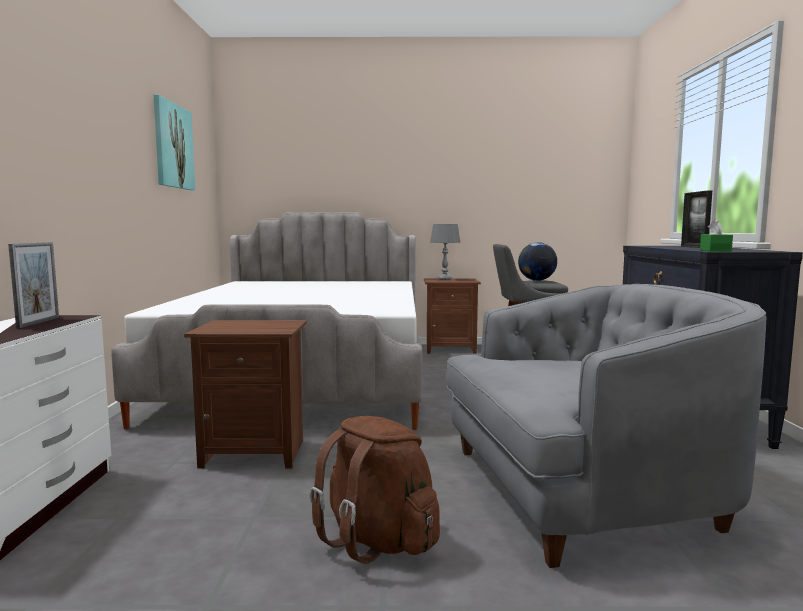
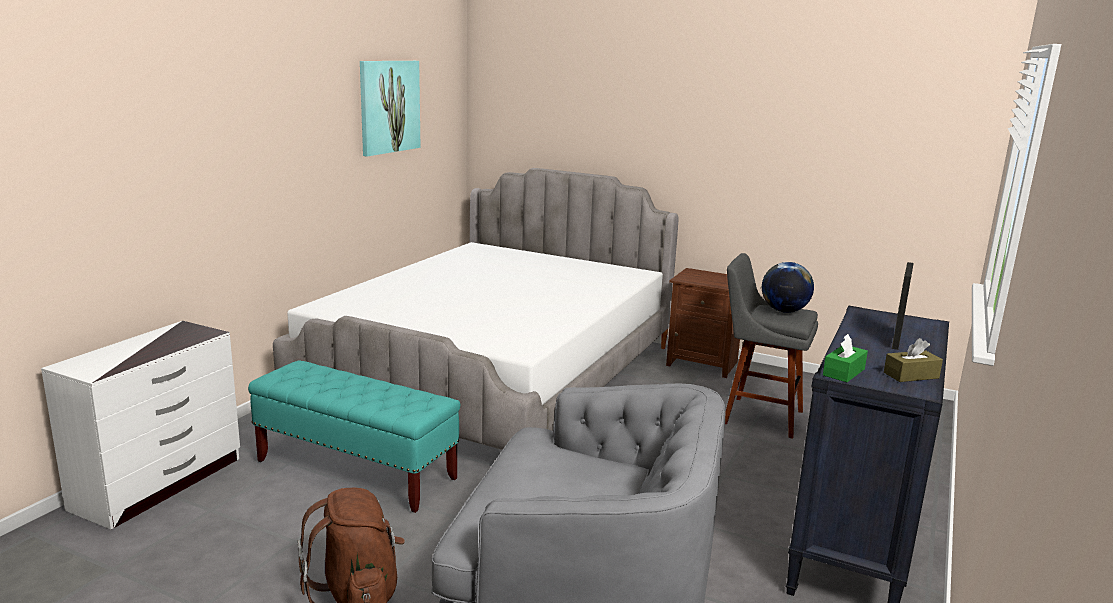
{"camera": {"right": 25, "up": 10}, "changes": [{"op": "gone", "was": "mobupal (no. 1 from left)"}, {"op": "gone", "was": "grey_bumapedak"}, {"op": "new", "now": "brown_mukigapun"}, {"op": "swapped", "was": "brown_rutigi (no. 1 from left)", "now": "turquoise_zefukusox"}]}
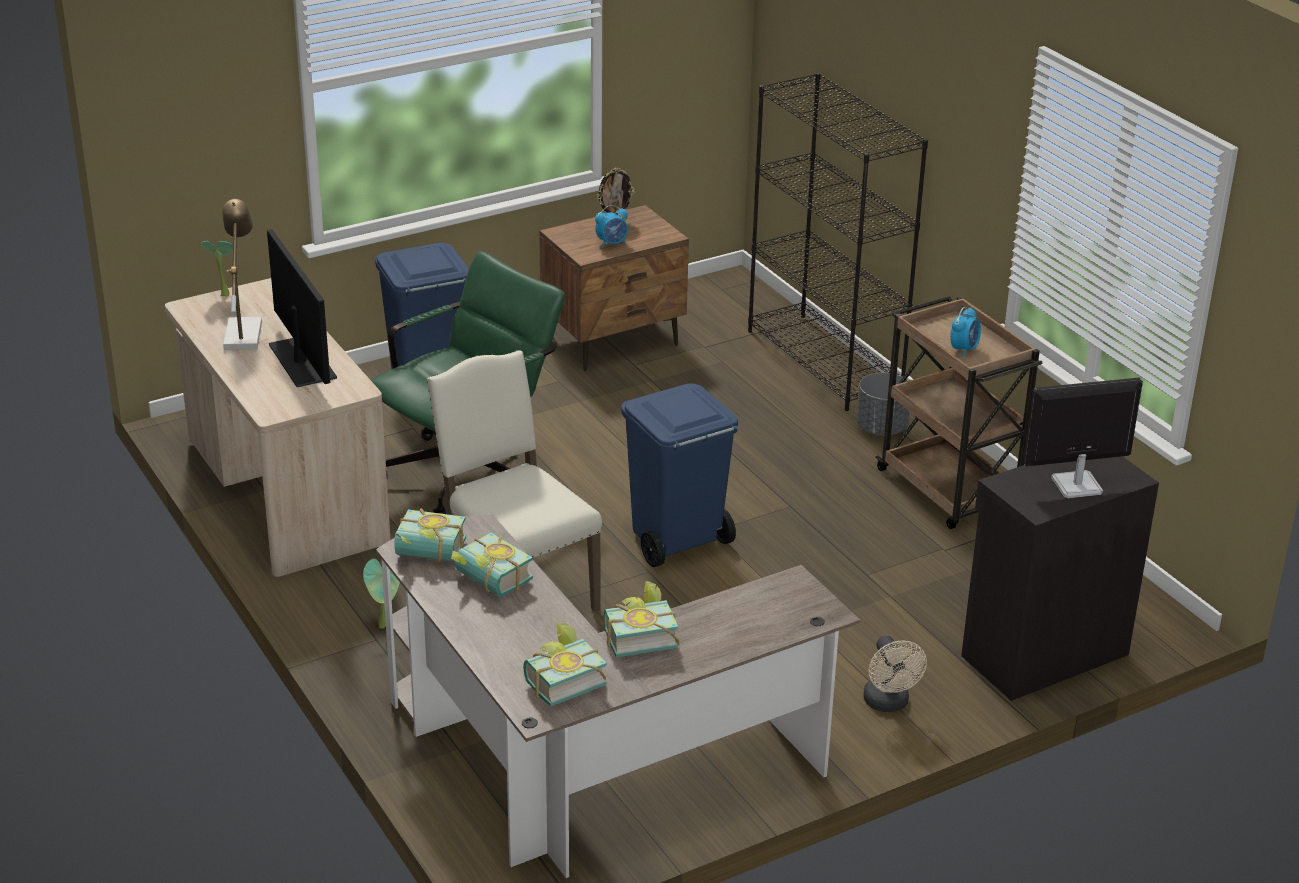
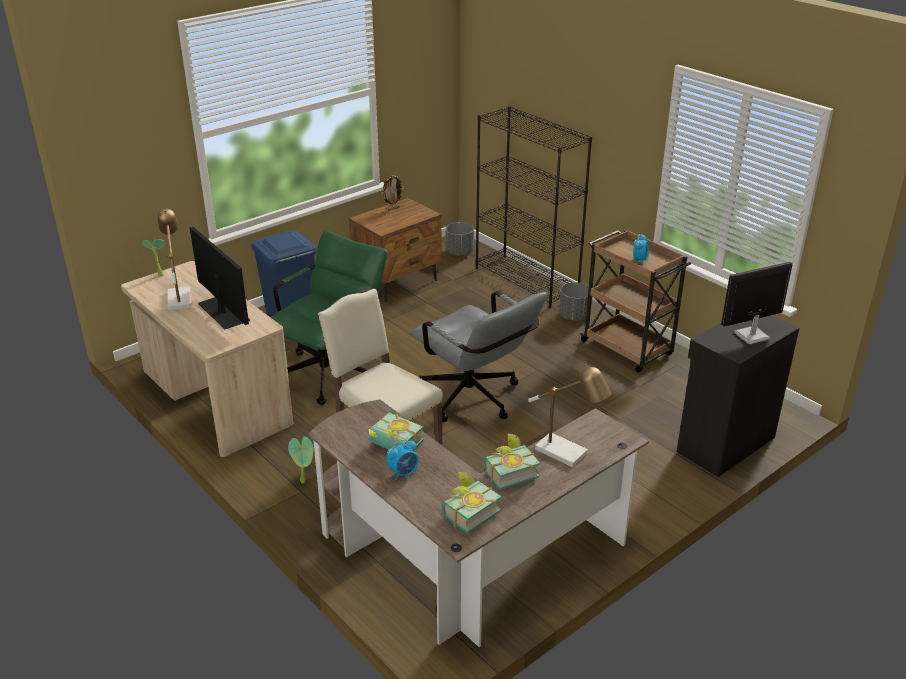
{"camera": {"right": -10, "up": 0}, "changes": [{"op": "gone", "was": "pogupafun (no. 1 from left)"}, {"op": "gone", "was": "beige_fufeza"}, {"op": "new", "now": "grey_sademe (no. 1 from left)"}, {"op": "new", "now": "bumapedak (no. 2 from left)"}, {"op": "shifted", "was": "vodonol (no. 1 from left)"}, {"op": "swapped", "was": "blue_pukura (no. 2 from left)", "now": "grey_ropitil"}]}
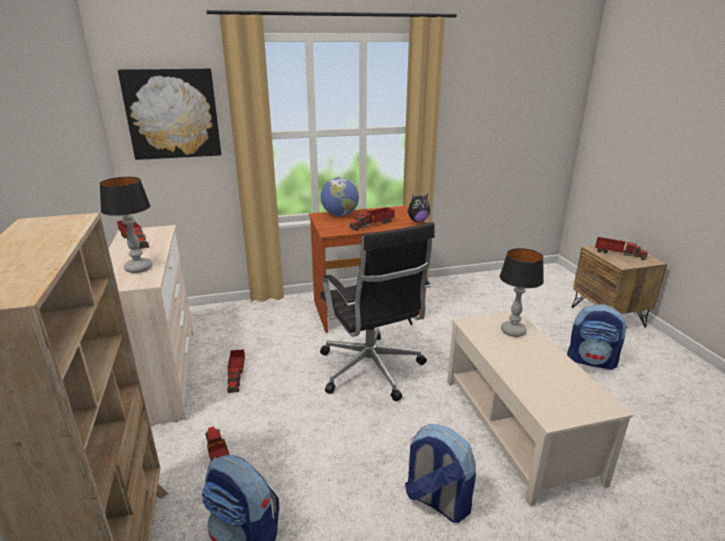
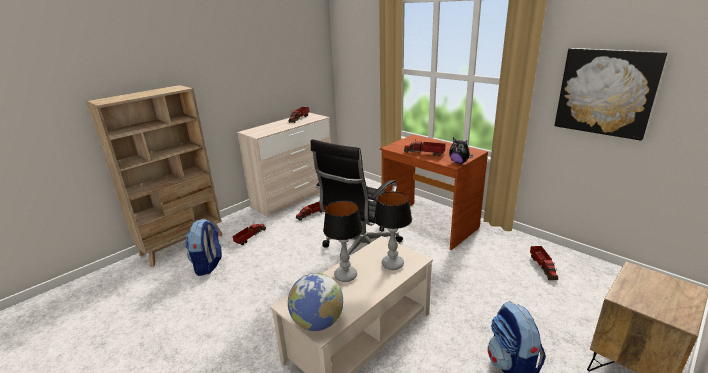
{"camera": {"right": 60, "up": 0}, "changes": [{"op": "gone", "was": "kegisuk (no. 2 from left)"}, {"op": "shifted", "was": "bumapedak (no. 1 from left)"}, {"op": "shifted", "was": "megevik"}, {"op": "shifted", "was": "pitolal"}, {"op": "shifted", "was": "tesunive (no. 5 from left)"}]}
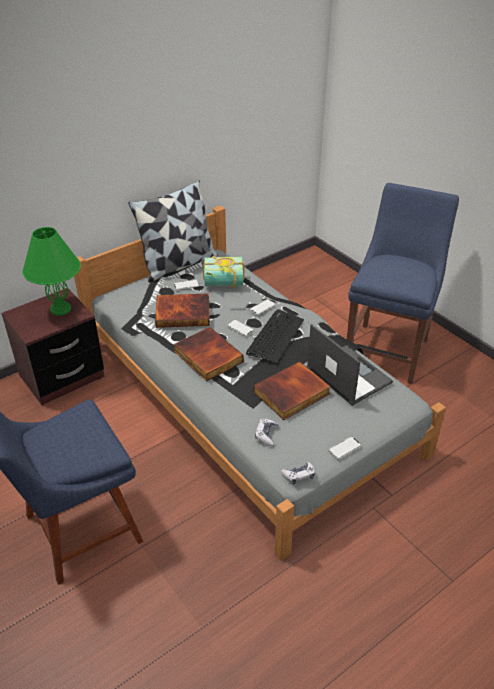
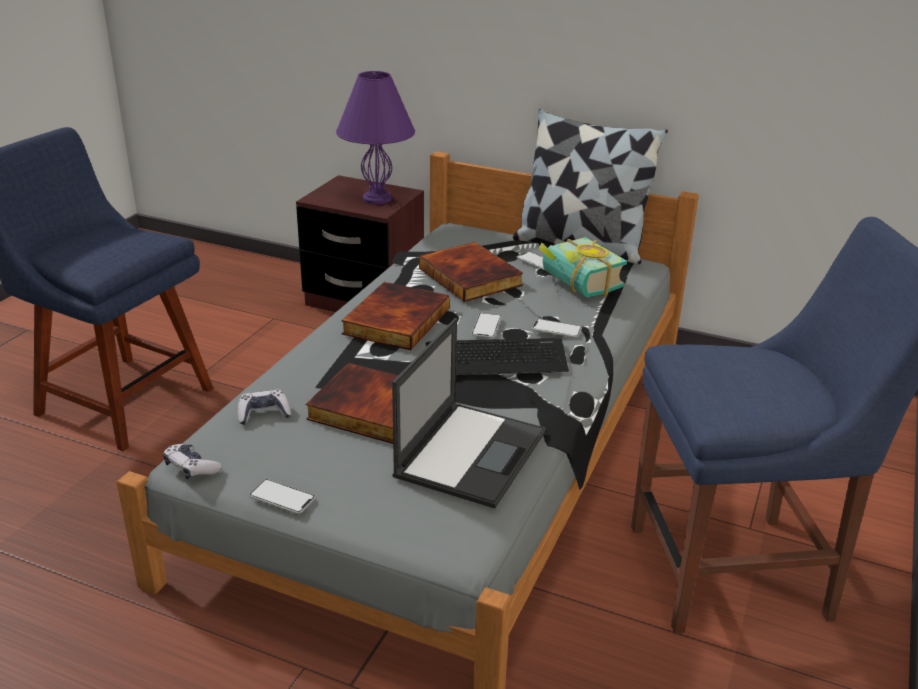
{"camera": {"right": 60, "up": -10}, "changes": [{"op": "repainted", "was": "green_bumapedak", "now": "purple_bumapedak"}]}
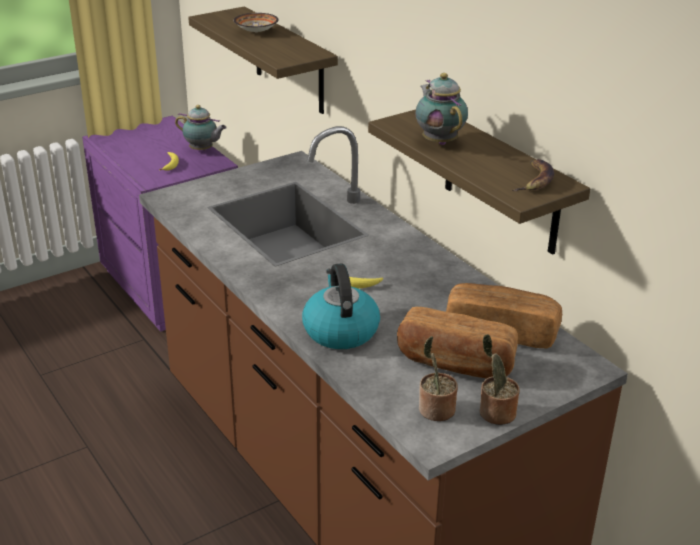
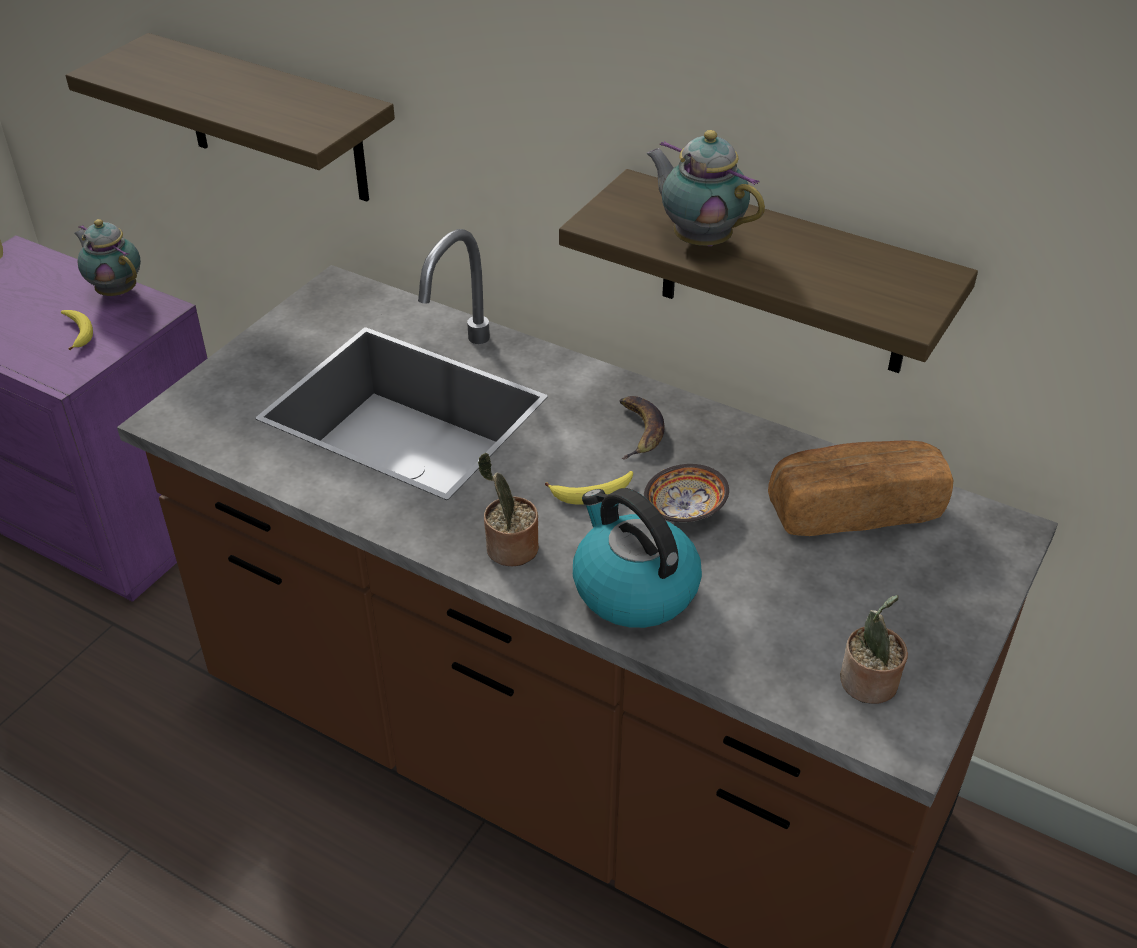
{"camera": {"right": -25, "up": 10}, "changes": [{"op": "gone", "was": "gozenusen (no. 1 from left)"}, {"op": "shifted", "was": "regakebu"}, {"op": "shifted", "was": "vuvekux (no. 2 from left in the first image)", "now": "vuvekux (no. 1 from left)"}, {"op": "shifted", "was": "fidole (no. 3 from left)"}, {"op": "rotated", "was": "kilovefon (no. 1 from left)", "clockwise": -135}]}
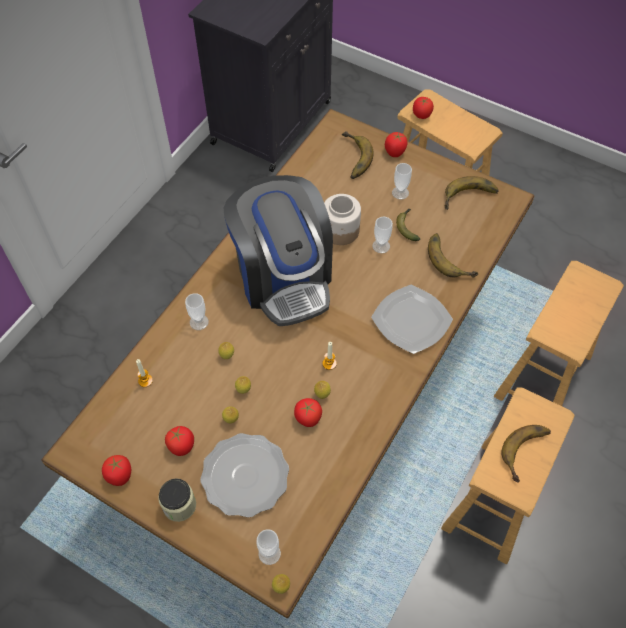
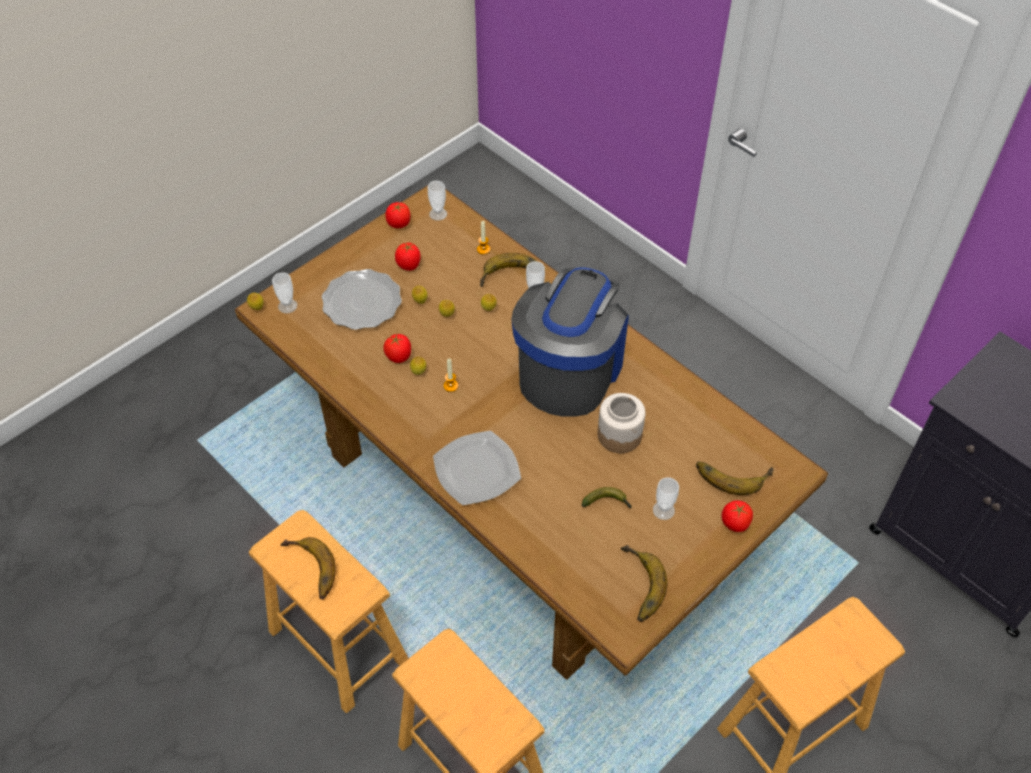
{"camera": {"right": 105, "up": -5}, "changes": [{"op": "gone", "was": "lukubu (no. 1 from left)"}, {"op": "gone", "was": "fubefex (no. 5 from left)"}, {"op": "shifted", "was": "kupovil (no. 3 from left in the first image)", "now": "kupovil (no. 2 from left)"}, {"op": "shifted", "was": "fidole (no. 3 from left in the first image)", "now": "fidole (no. 2 from left)"}, {"op": "rotated", "was": "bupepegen", "clockwise": 120}]}
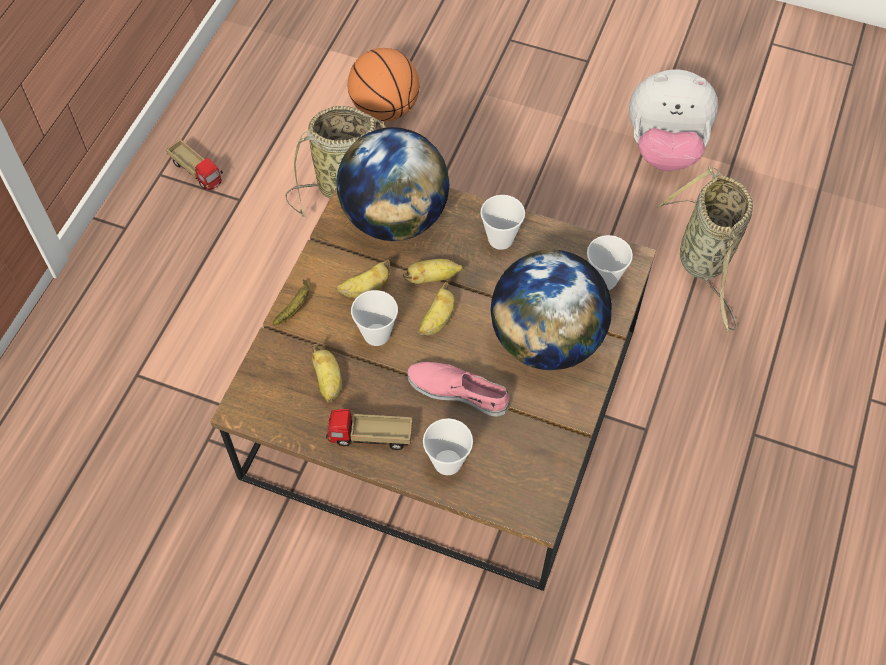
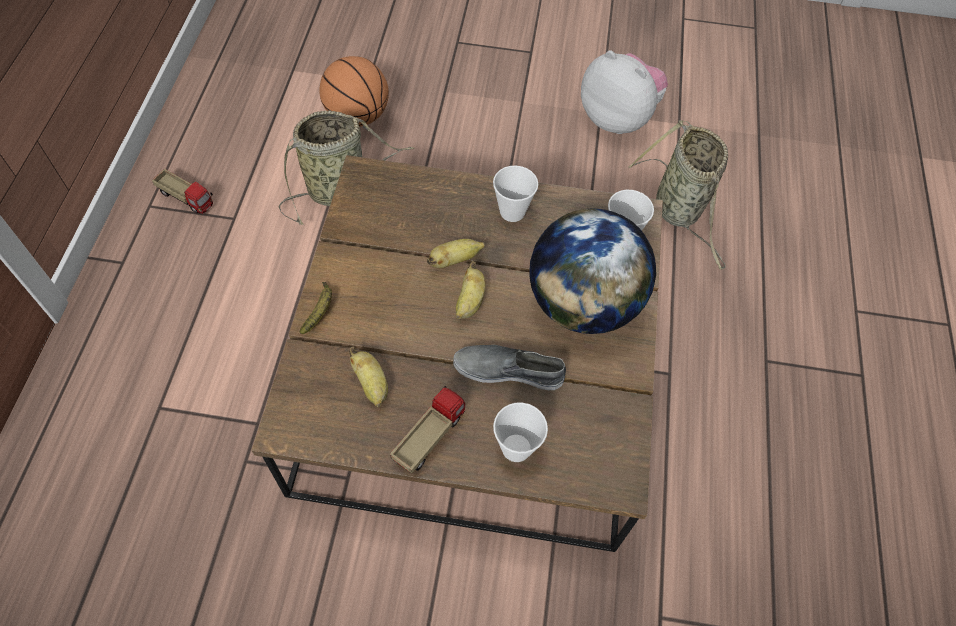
{"camera": {"right": -15, "up": 0}, "changes": [{"op": "gone", "was": "fidole (no. 3 from left)"}, {"op": "gone", "was": "pitolal (no. 1 from left)"}, {"op": "gone", "was": "kupovil (no. 1 from left)"}, {"op": "repainted", "was": "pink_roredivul", "now": "grey_roredivul"}, {"op": "rotated", "was": "tesunive (no. 2 from left)", "clockwise": 135}, {"op": "rotated", "was": "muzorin", "clockwise": -135}]}
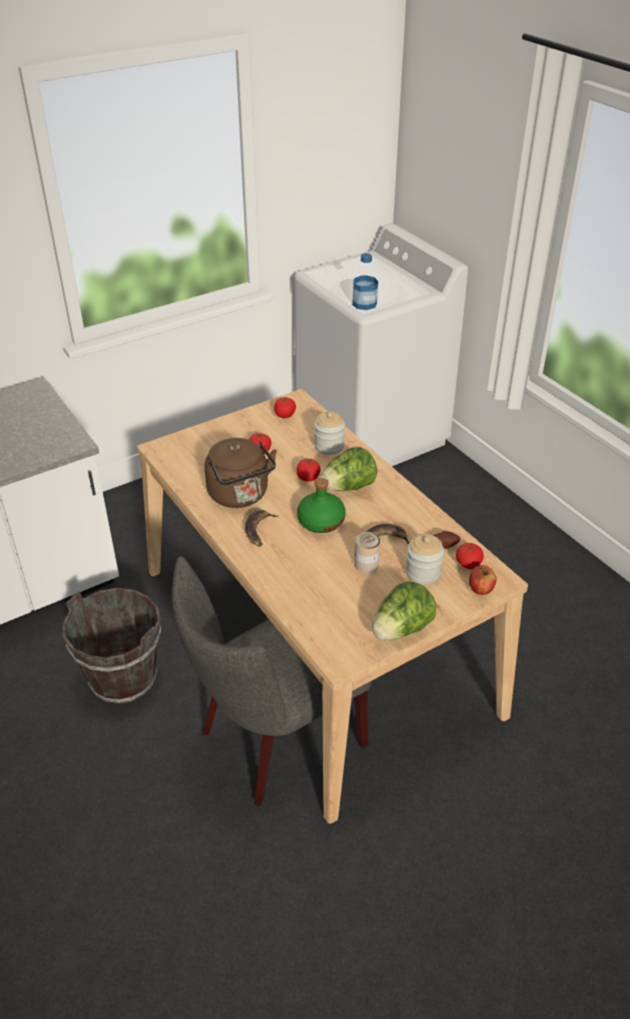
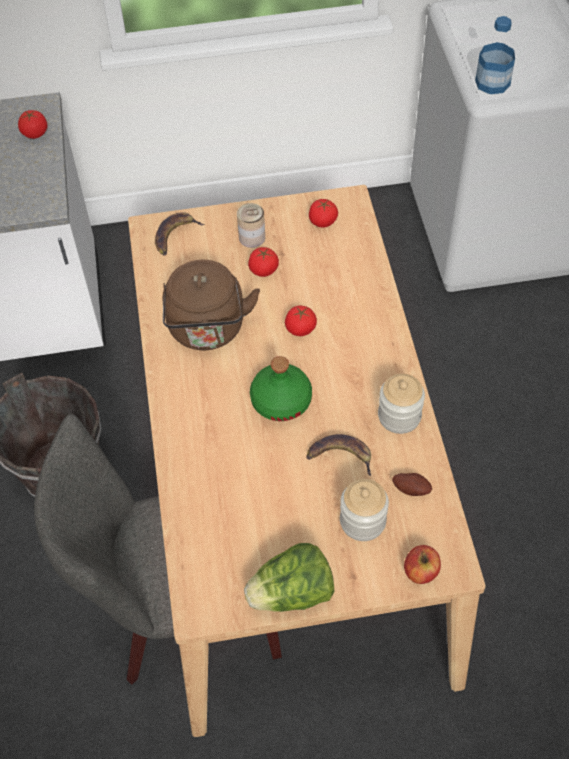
{"camera": {"right": 25, "up": 15}, "changes": [{"op": "gone", "was": "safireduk (no. 1 from left)"}, {"op": "shifted", "was": "fidole (no. 1 from left)"}, {"op": "shifted", "was": "lukubu (no. 1 from left in the first image)", "now": "lukubu (no. 2 from left)"}, {"op": "shifted", "was": "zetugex"}, {"op": "shifted", "was": "fubefex (no. 4 from left in the first image)", "now": "fubefex (no. 1 from left)"}]}
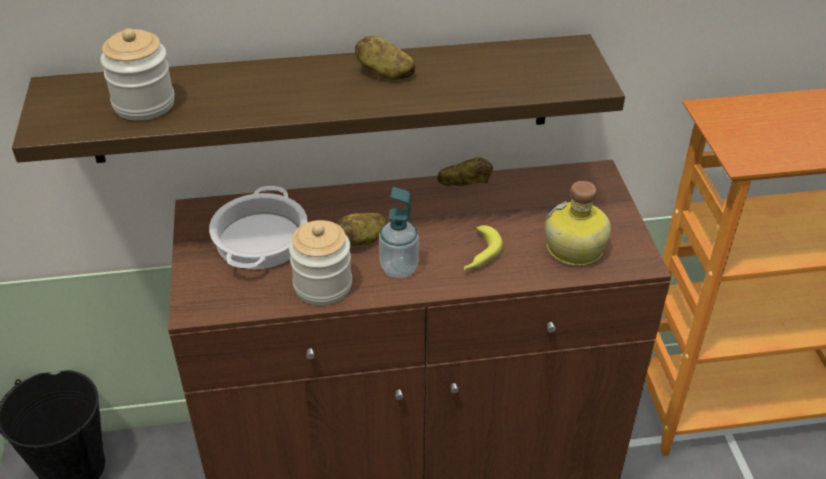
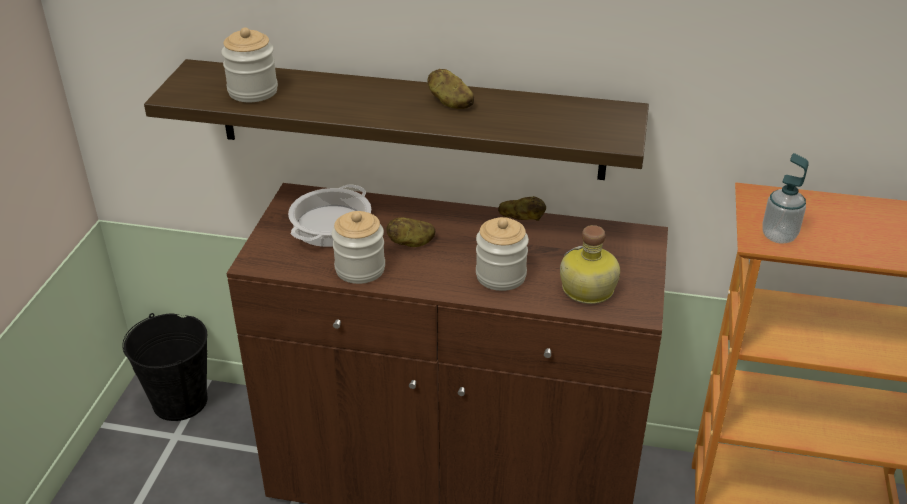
{"camera": {"right": 20, "up": -5}, "changes": [{"op": "shifted", "was": "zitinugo"}, {"op": "swapped", "was": "fidole", "now": "lukubu (no. 3 from left)"}]}
